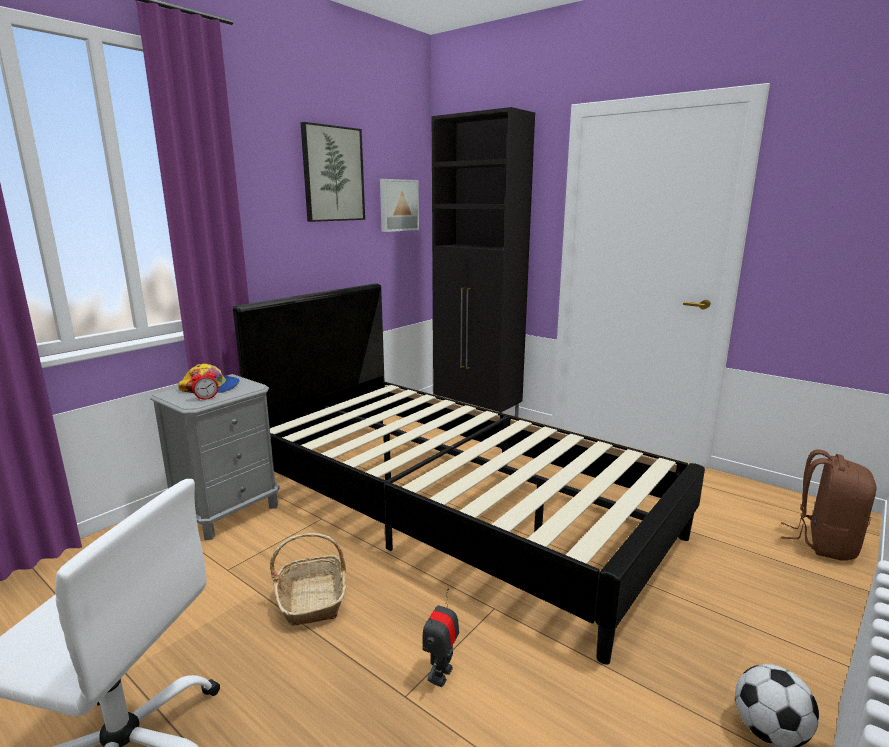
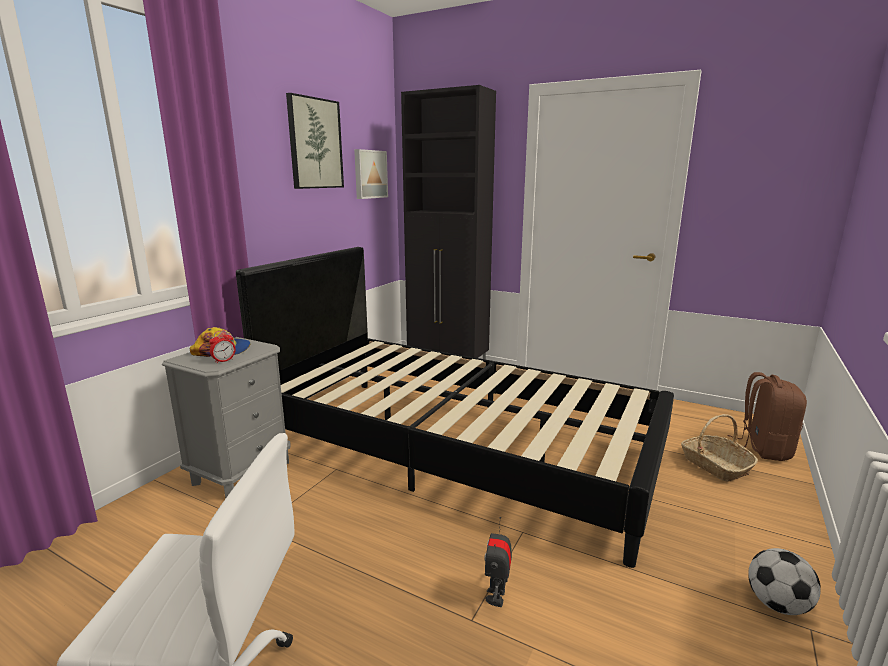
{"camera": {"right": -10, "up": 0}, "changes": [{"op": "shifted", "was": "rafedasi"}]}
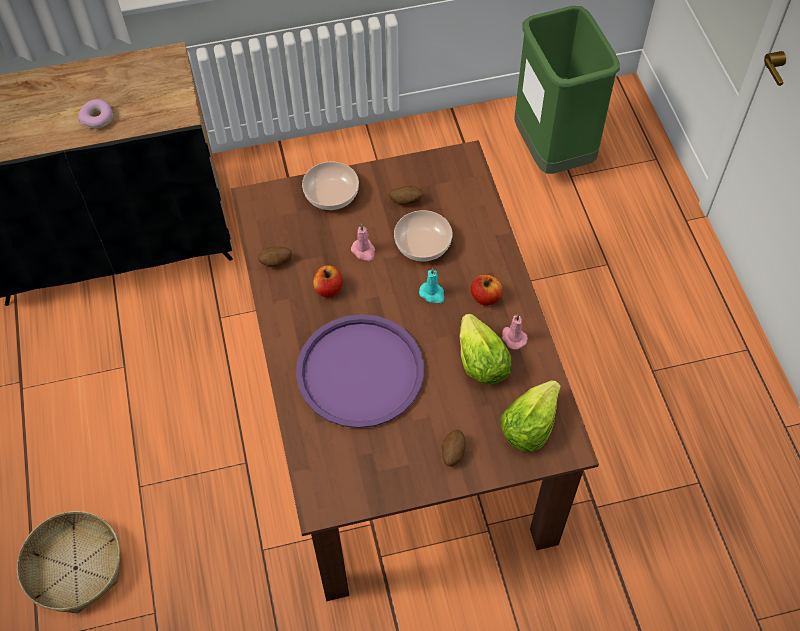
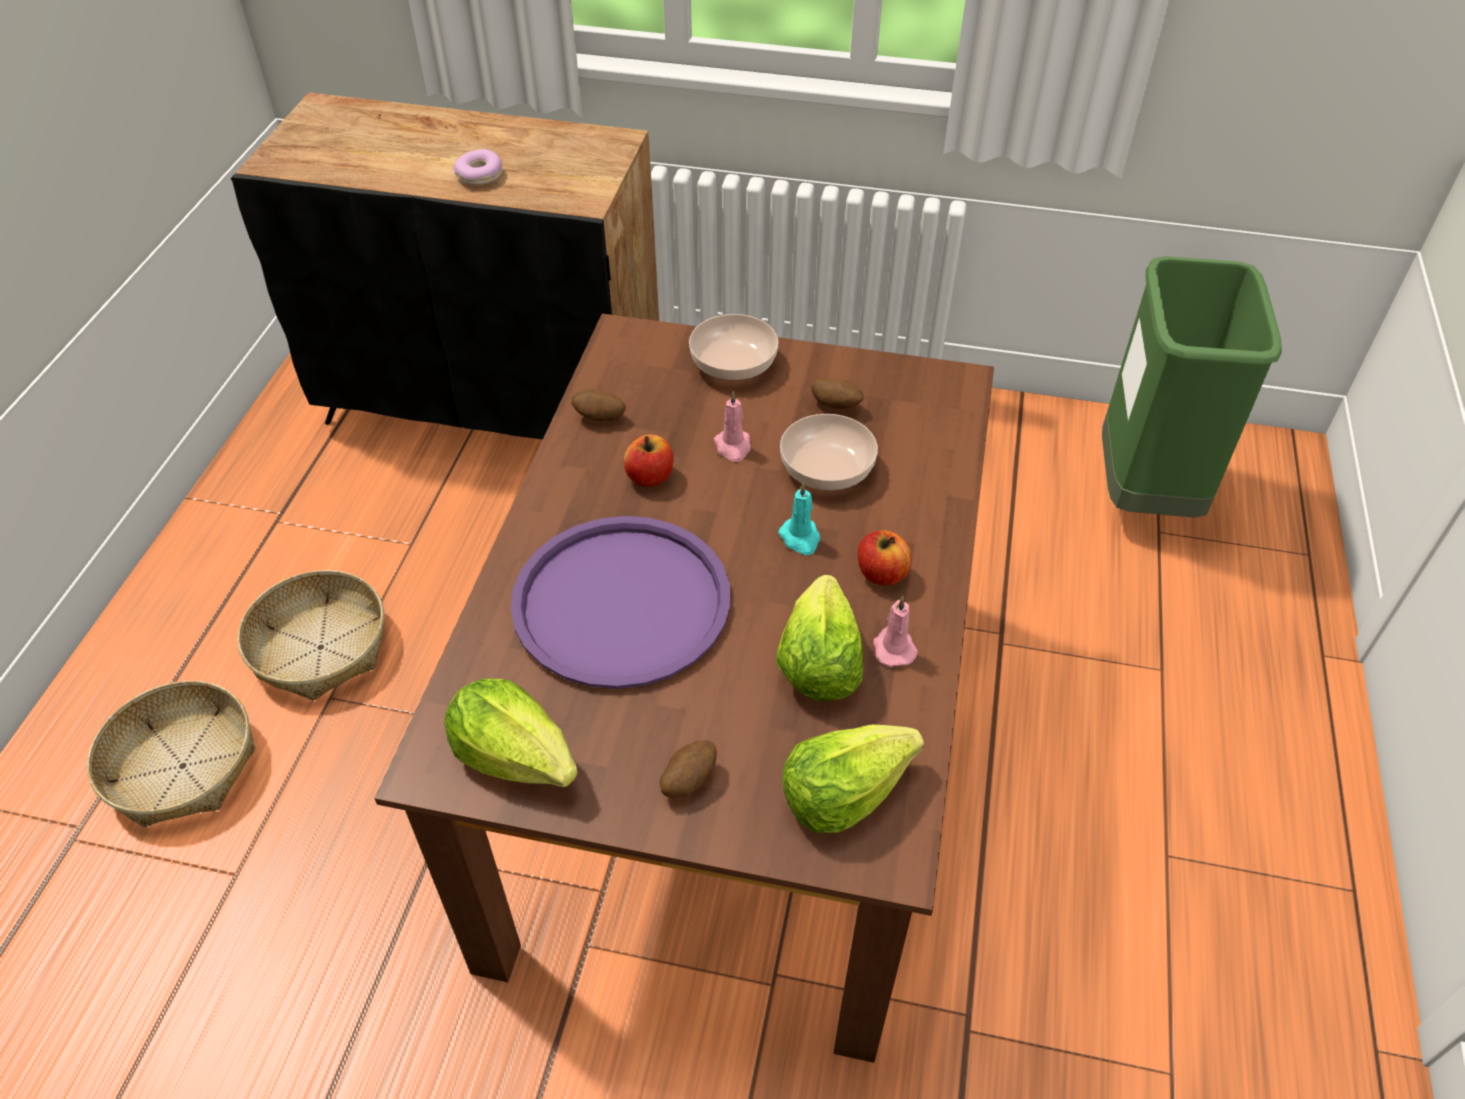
{"camera": {"right": 25, "up": -10}, "changes": [{"op": "new", "now": "rafedasi (no. 2 from left)"}, {"op": "new", "now": "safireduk (no. 1 from left)"}]}
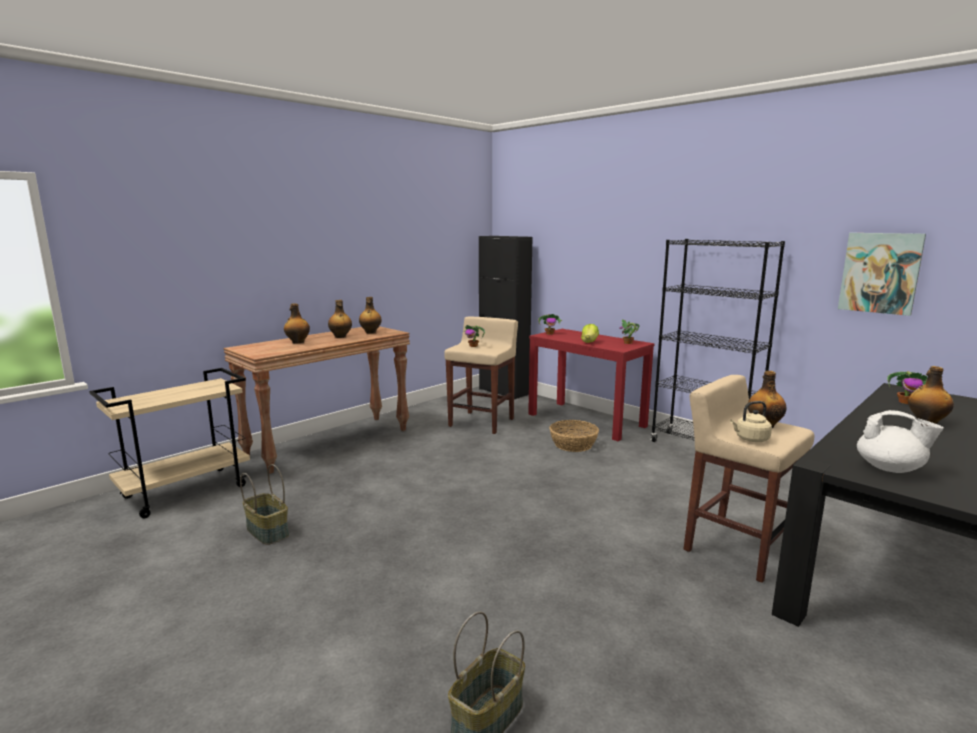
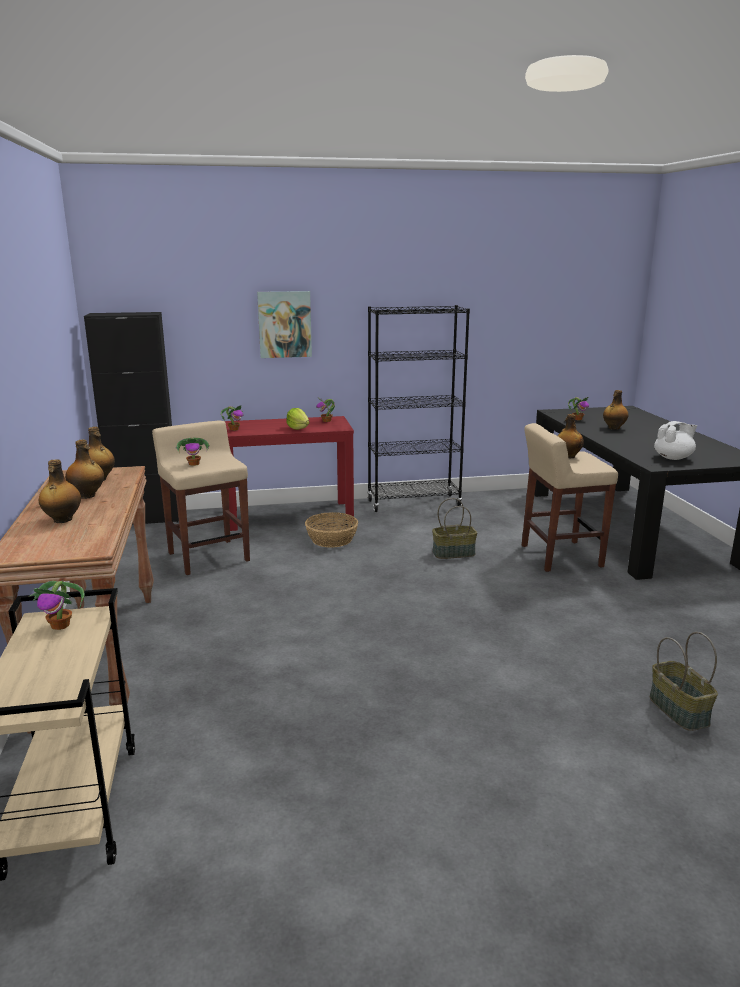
{"camera": {"right": -55, "up": 5}, "changes": [{"op": "gone", "was": "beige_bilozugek"}, {"op": "new", "now": "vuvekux (no. 1 from left)"}, {"op": "shifted", "was": "rafedasi (no. 1 from left in the first image)", "now": "rafedasi (no. 2 from left)"}, {"op": "shifted", "was": "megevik"}]}
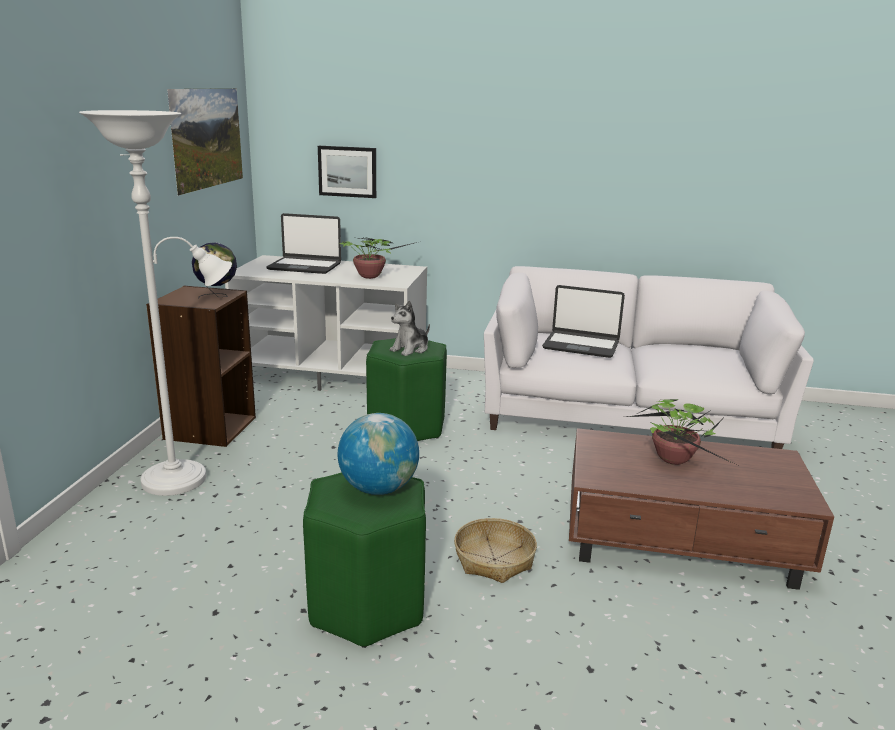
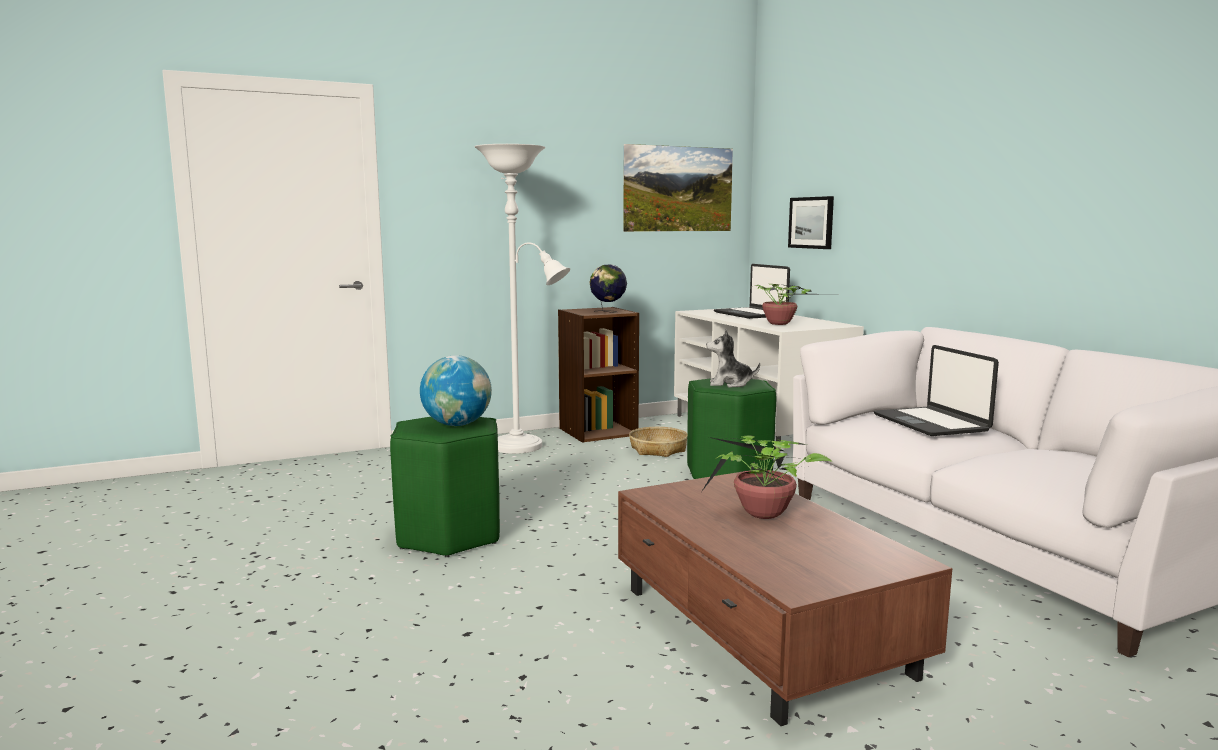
{"camera": {"right": 55, "up": -10}, "changes": [{"op": "shifted", "was": "rafedasi"}]}
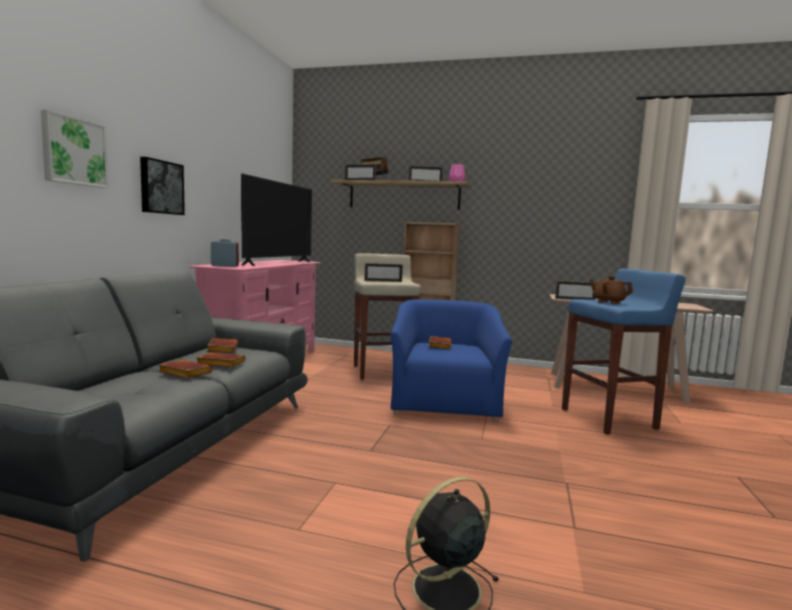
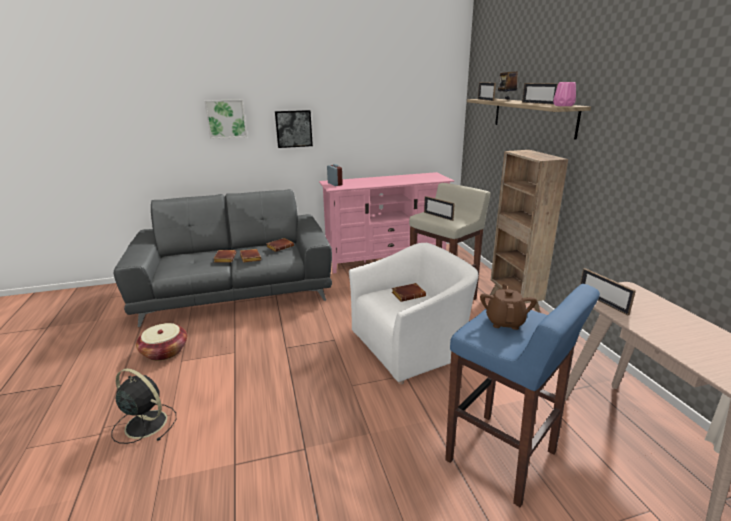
{"camera": {"right": 60, "up": 15}, "changes": [{"op": "gone", "was": "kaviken"}, {"op": "new", "now": "rafedasi"}, {"op": "repainted", "was": "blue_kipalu", "now": "white_kipalu"}]}
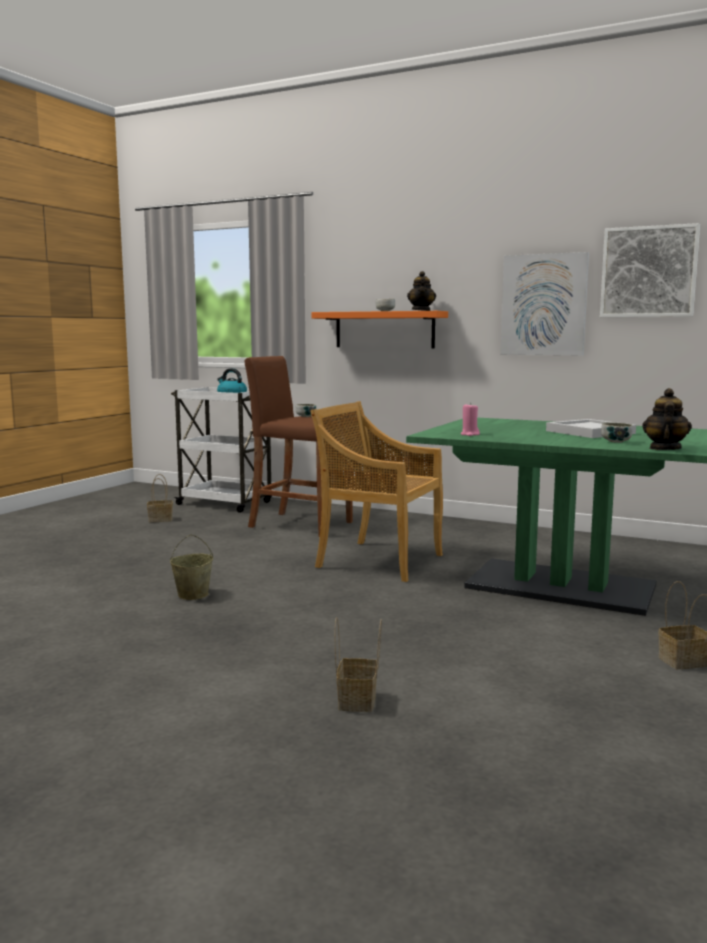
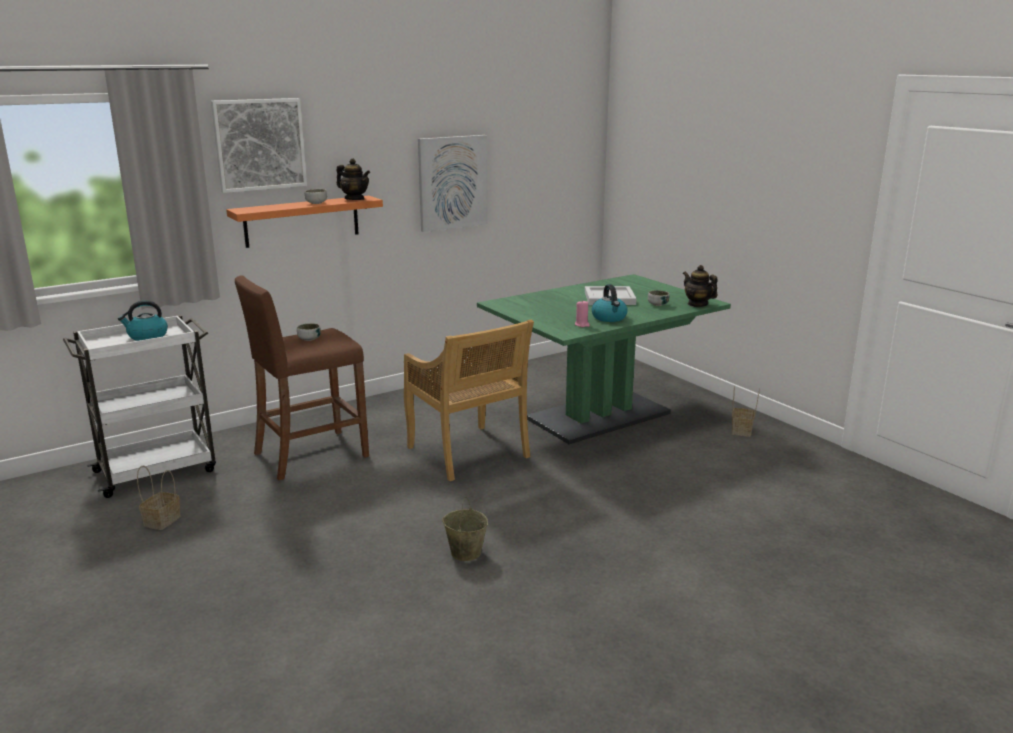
{"camera": {"right": -60, "up": 10}, "changes": [{"op": "gone", "was": "rafedasi (no. 2 from left)"}, {"op": "new", "now": "bilozugek (no. 2 from left)"}, {"op": "shifted", "was": "megevik (no. 2 from left in the first image)", "now": "megevik (no. 1 from left)"}, {"op": "rotated", "was": "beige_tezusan", "clockwise": -90}]}
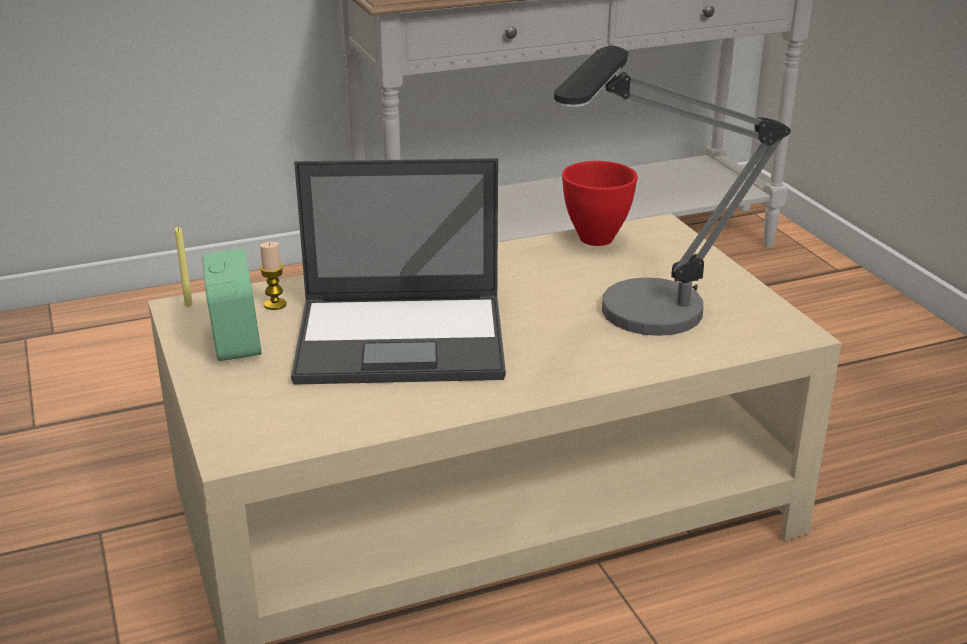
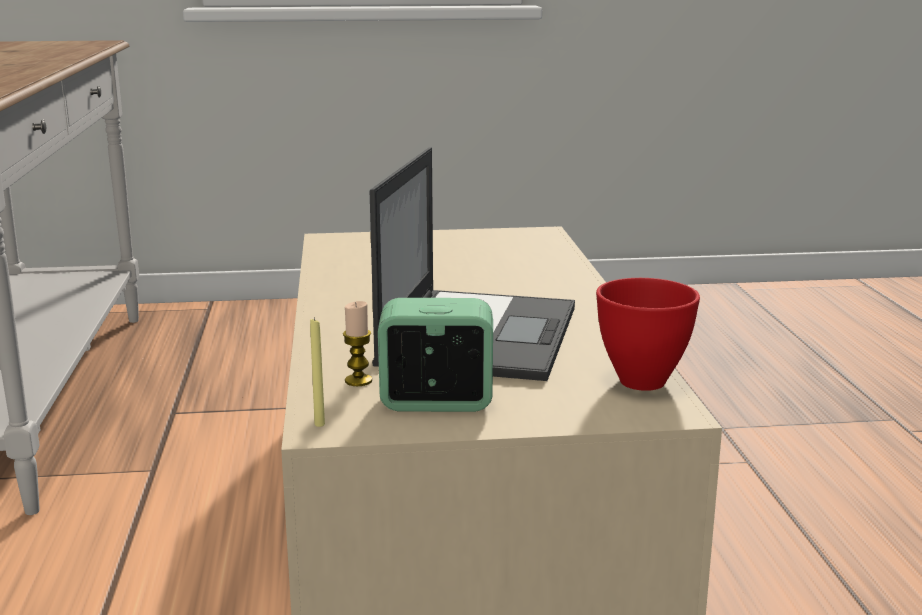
{"camera": {"right": -75, "up": -10}, "changes": [{"op": "gone", "was": "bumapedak"}, {"op": "shifted", "was": "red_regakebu"}]}
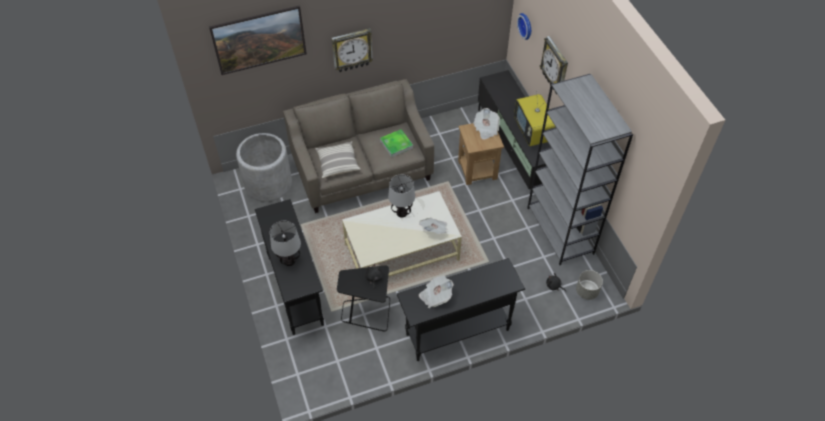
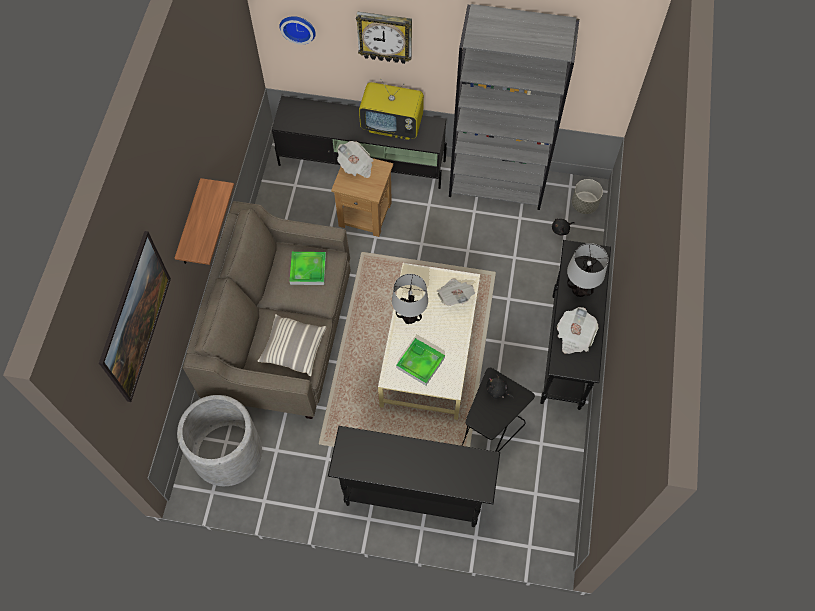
{"camera": {"right": -60, "up": 10}, "changes": [{"op": "new", "now": "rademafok (no. 2 from left)"}, {"op": "shifted", "was": "bumapedak (no. 1 from left in the first image)", "now": "bumapedak (no. 2 from left)"}, {"op": "swapped", "was": "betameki (no. 1 from left)", "now": "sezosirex"}]}
